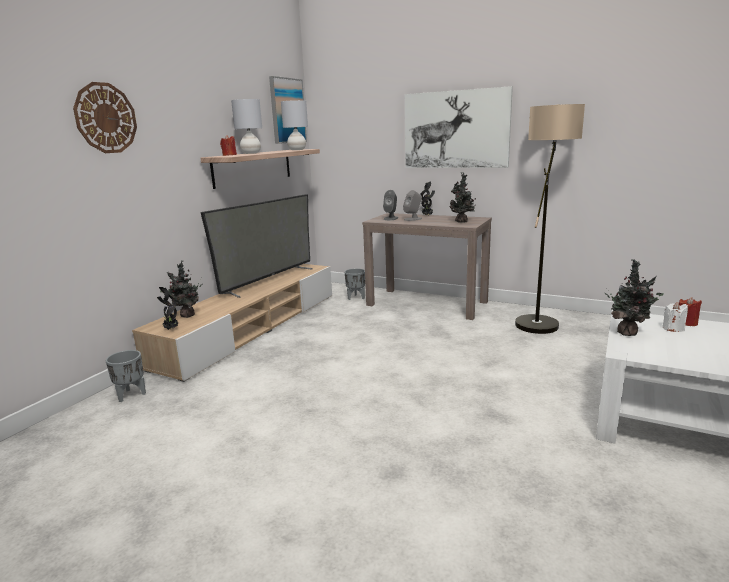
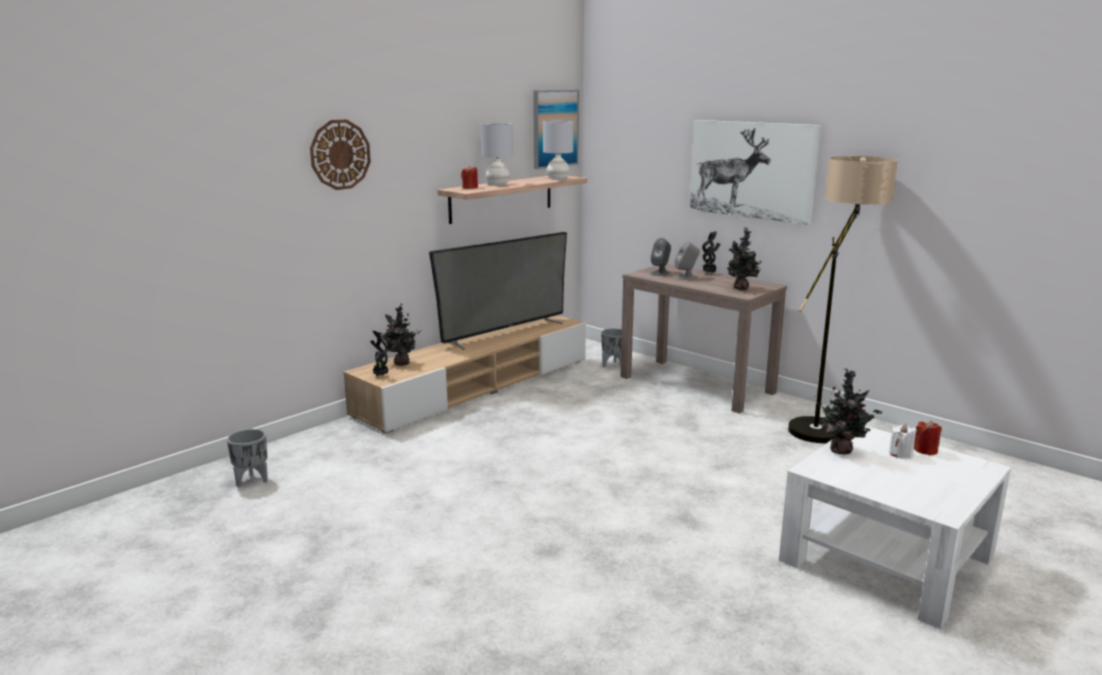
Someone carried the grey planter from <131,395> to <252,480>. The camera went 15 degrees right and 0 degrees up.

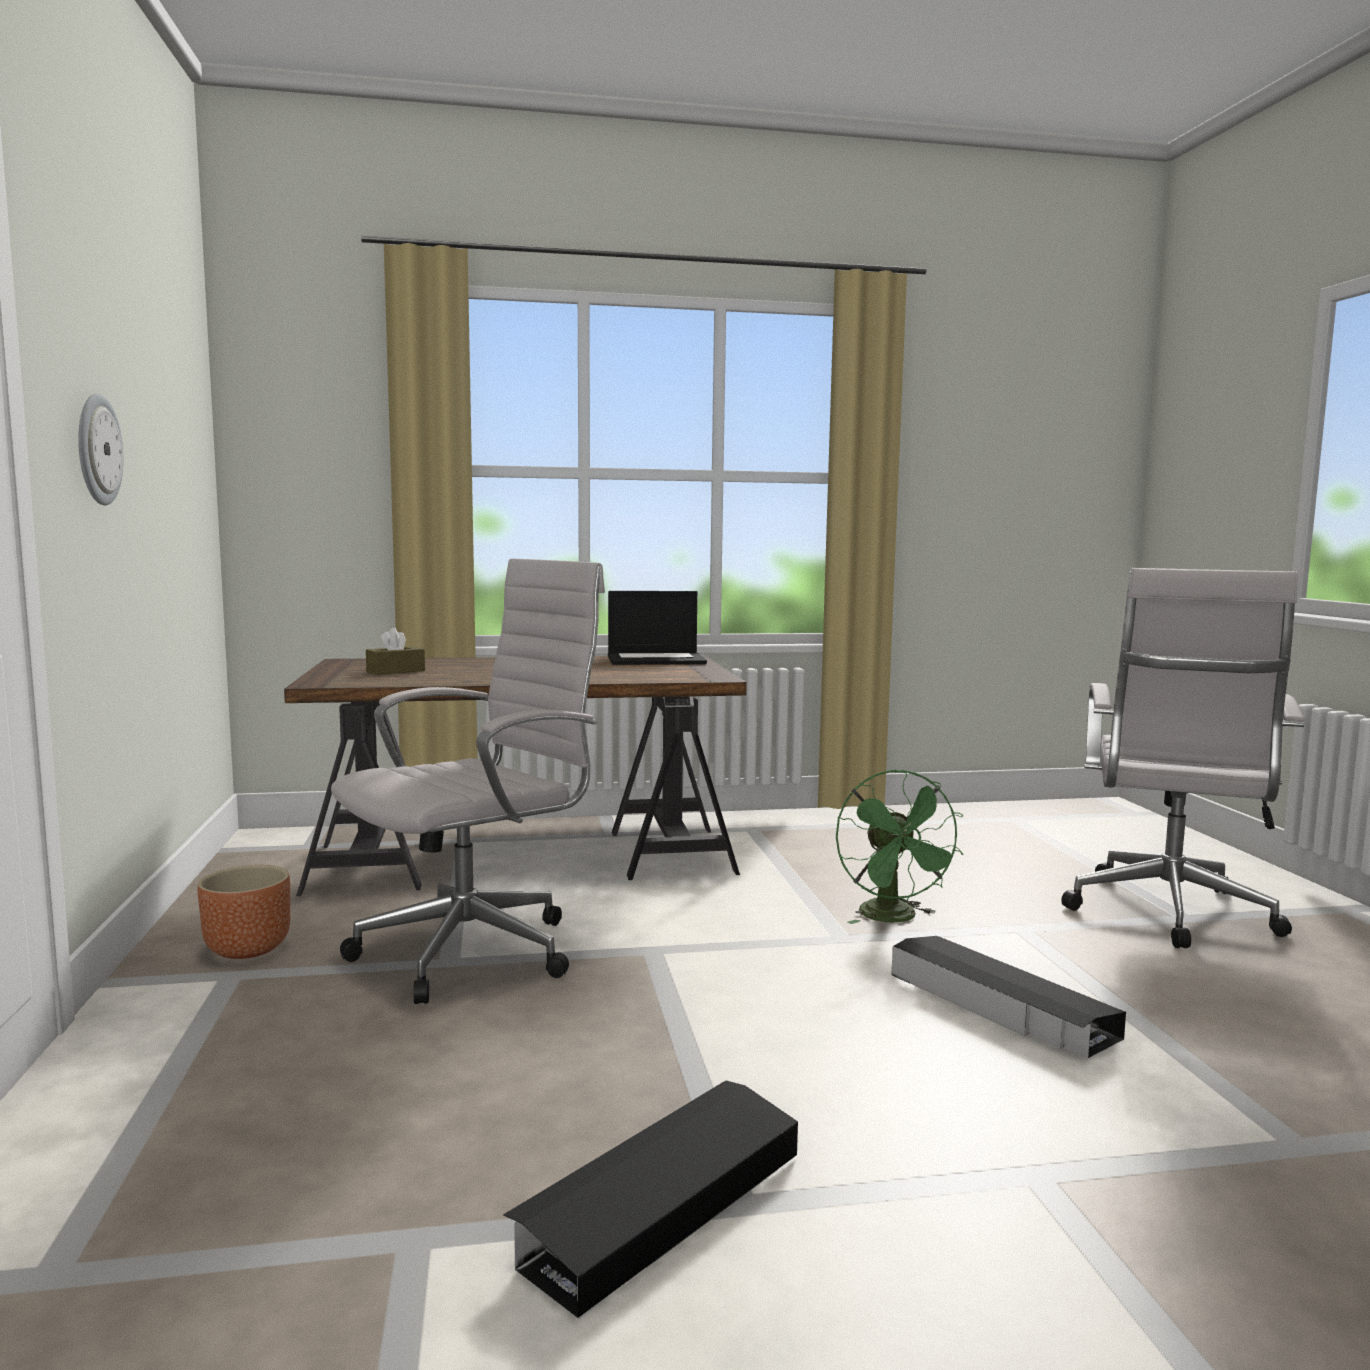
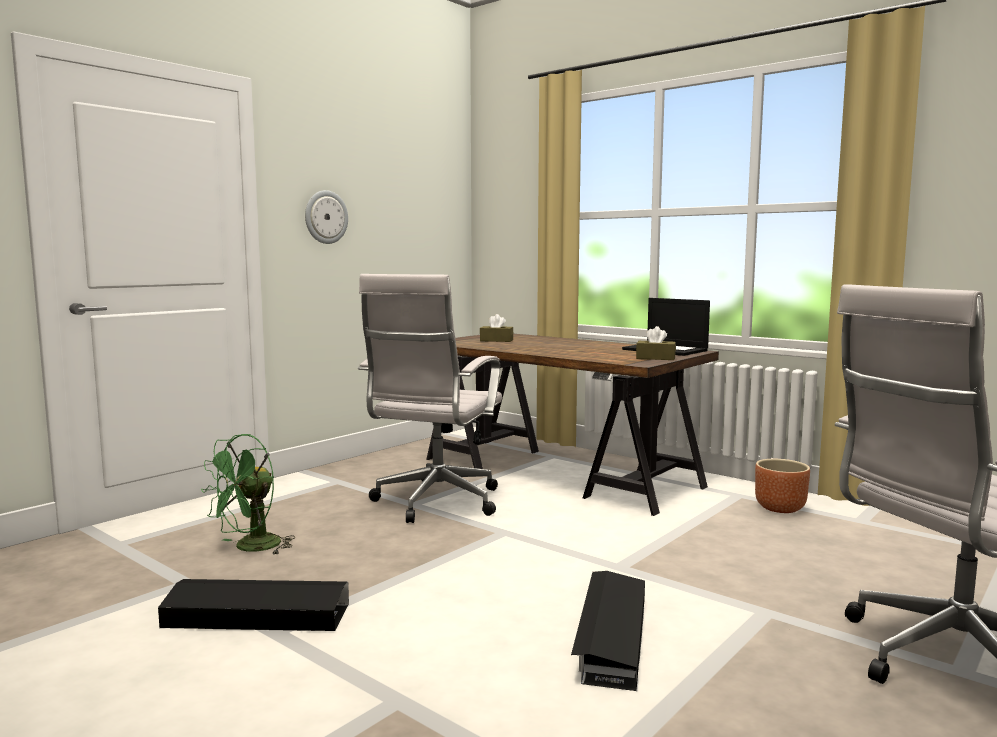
Someone put down the brown tissue box at <655,358>. Someone carried the brown planter from <247,948> to <780,508>. Someone carried the green fan from <895,918> to <250,548>. Someone rotated the white office chair at <477,949> by 105 degrees clockwise. The camera went 50 degrees right and 0 degrees up.

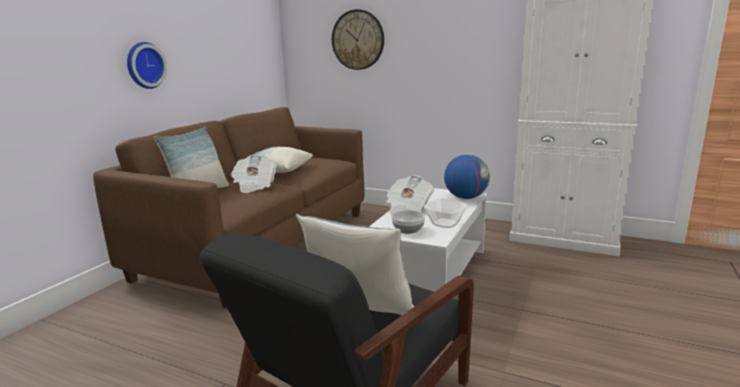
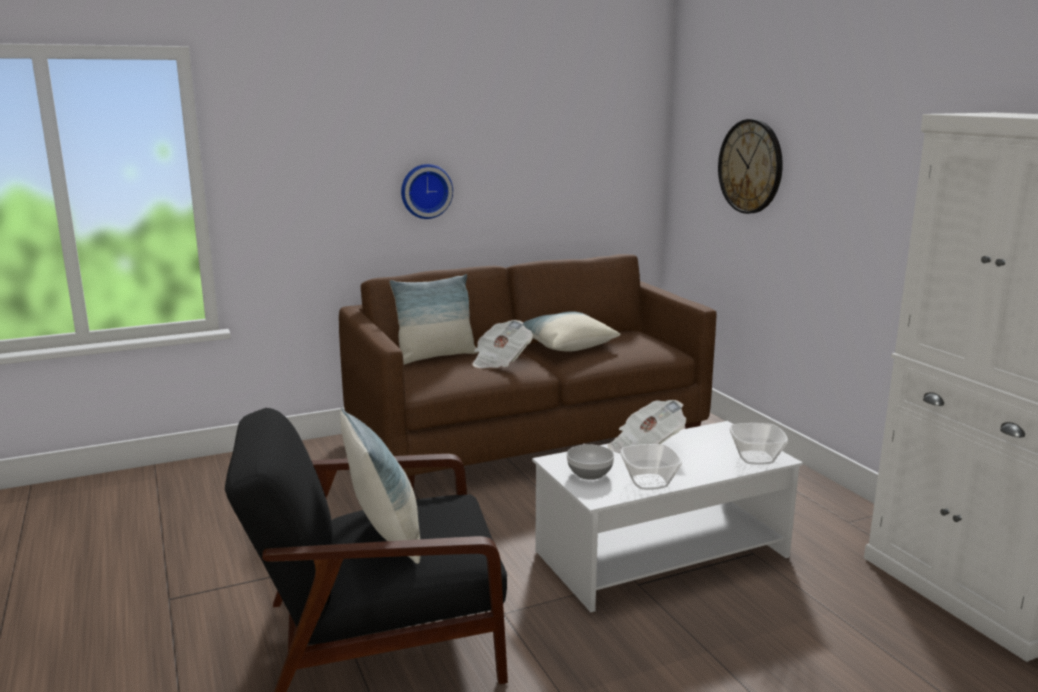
Someone swapped the globe at <465,197> for the bowl at <755,458>. The camera went 40 degrees right and 0 degrees up.

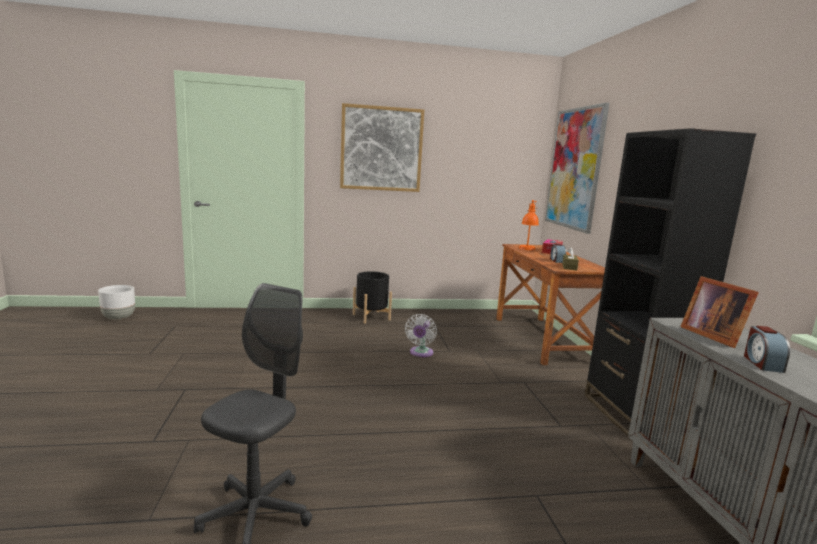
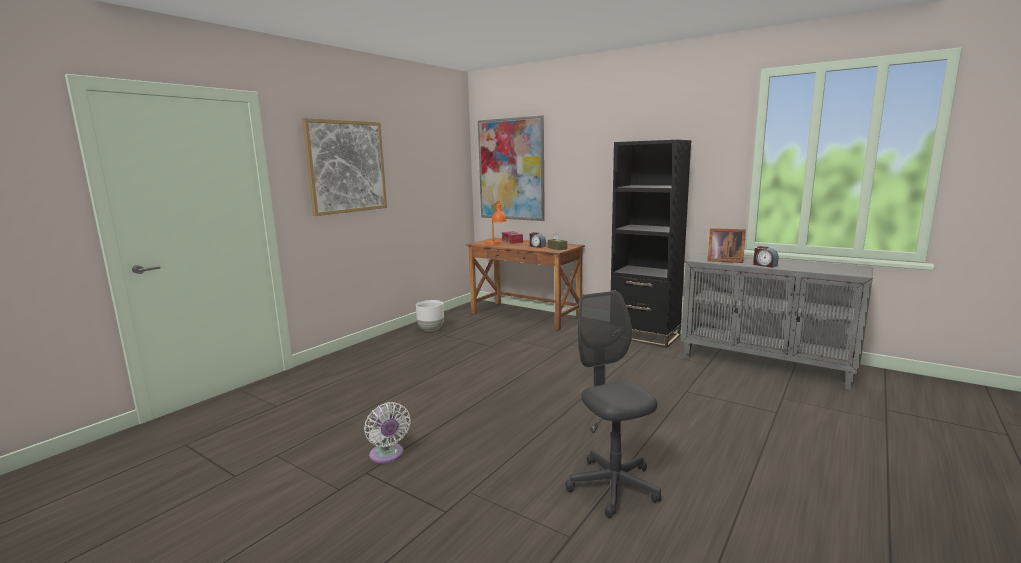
Someone took away the black planter at <371,317>. Someone carried the white planter from <119,318> to <431,330>. Someone carried the white fan from <420,353> to <387,456>. The camera went 45 degrees left and 0 degrees up.

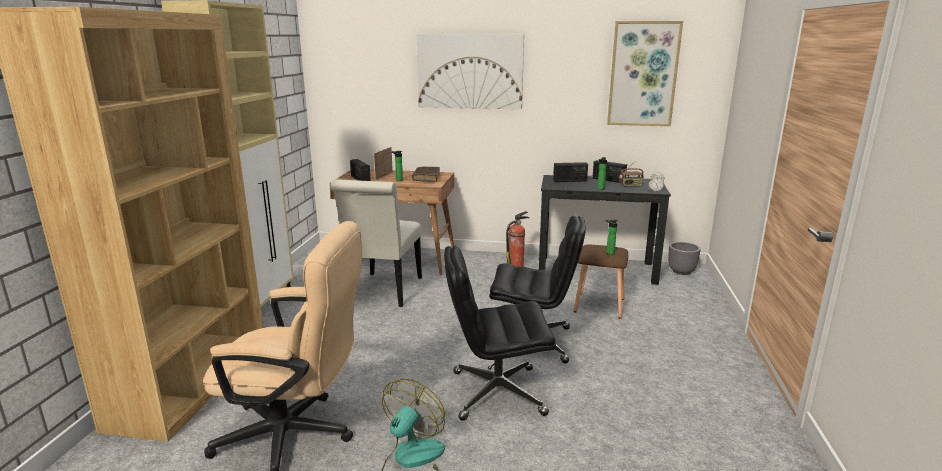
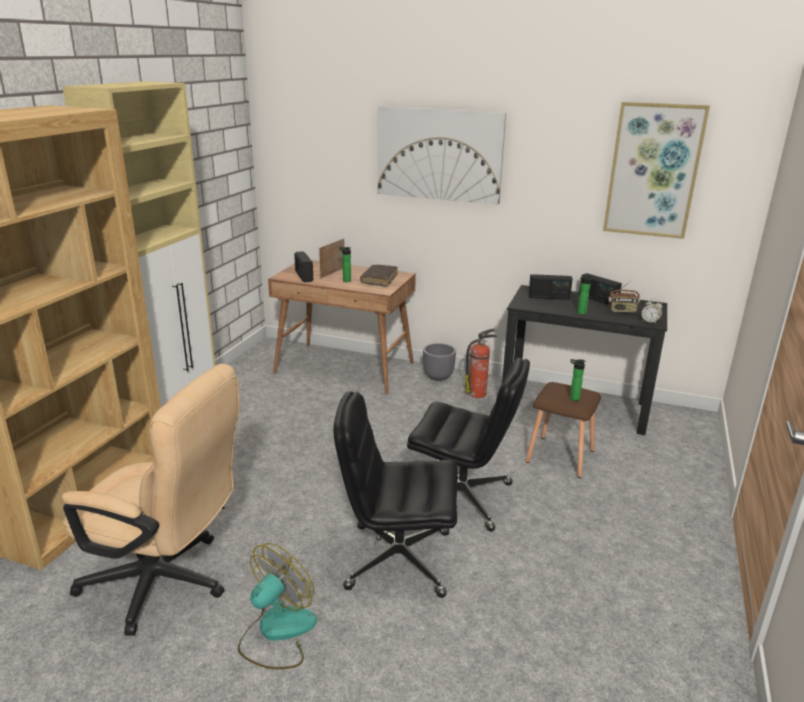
Someone took away the white chair at <383,292>. Someone carried the grey planter from <681,271> to <438,377>. The camera went 10 degrees right and 5 degrees up.

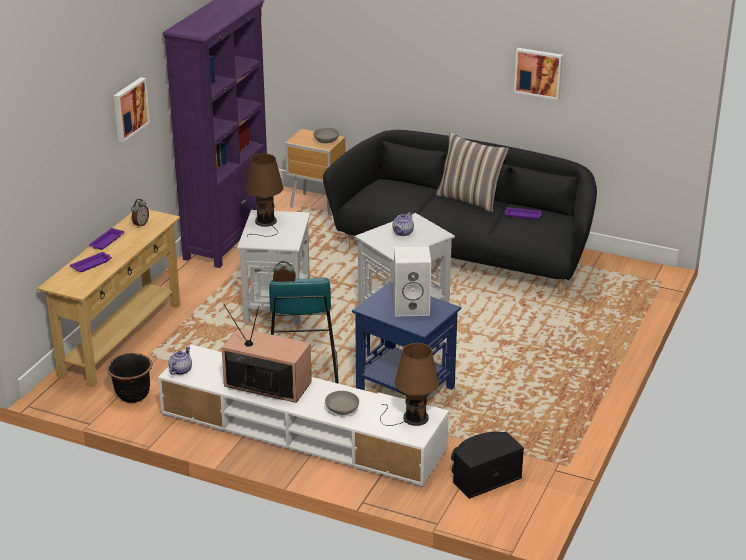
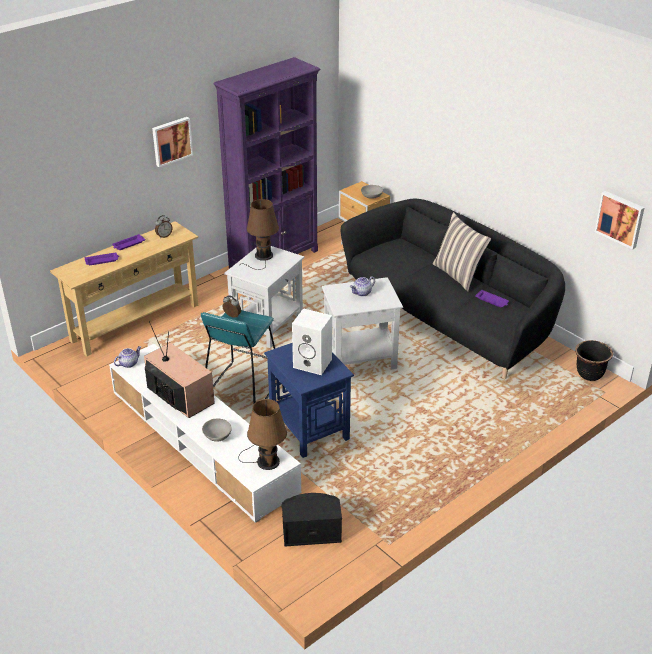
Someone carried the black planter from <133,396> to <589,375>. Someone carried the picture from <539,72> to <620,219>. The camera went 25 degrees right and 5 degrees up.

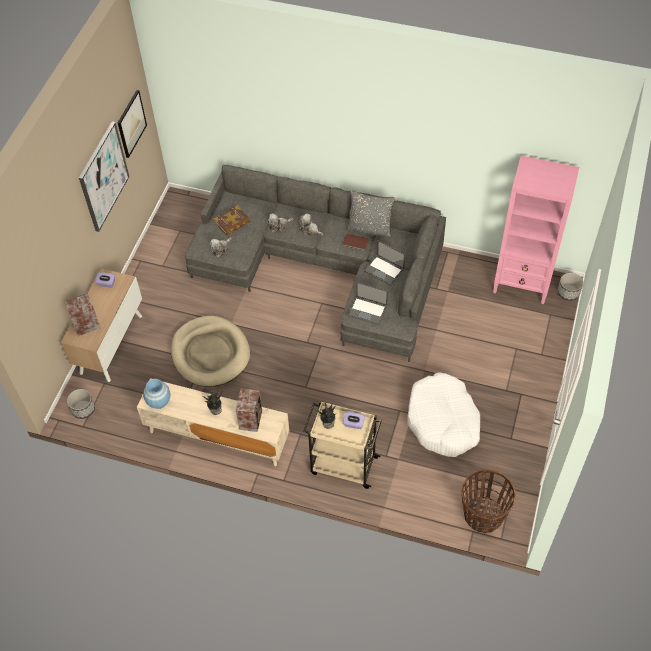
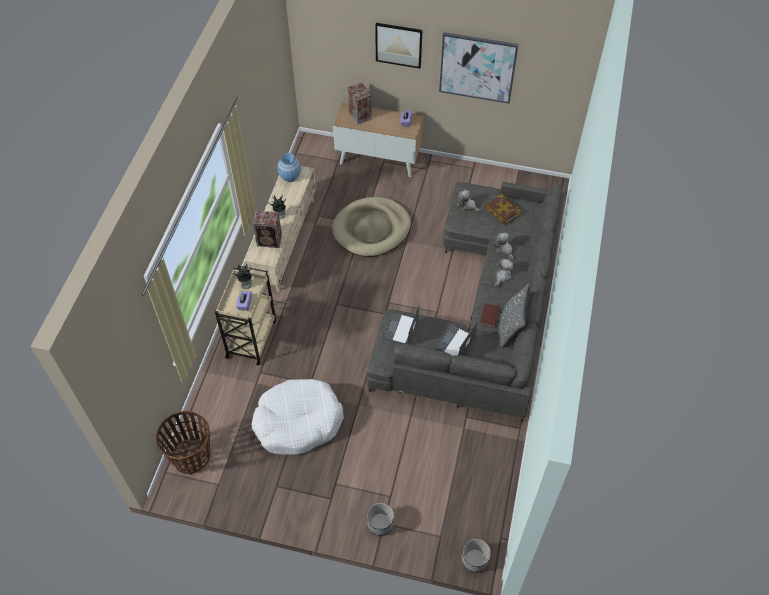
Someone took away the pink bookcase at <522,283>. Someone carried the planter from <83,409> to <380,523>. Someone carried the picture from <131,123> to <398,45>. The camera went 85 degrees right and 0 degrees up.

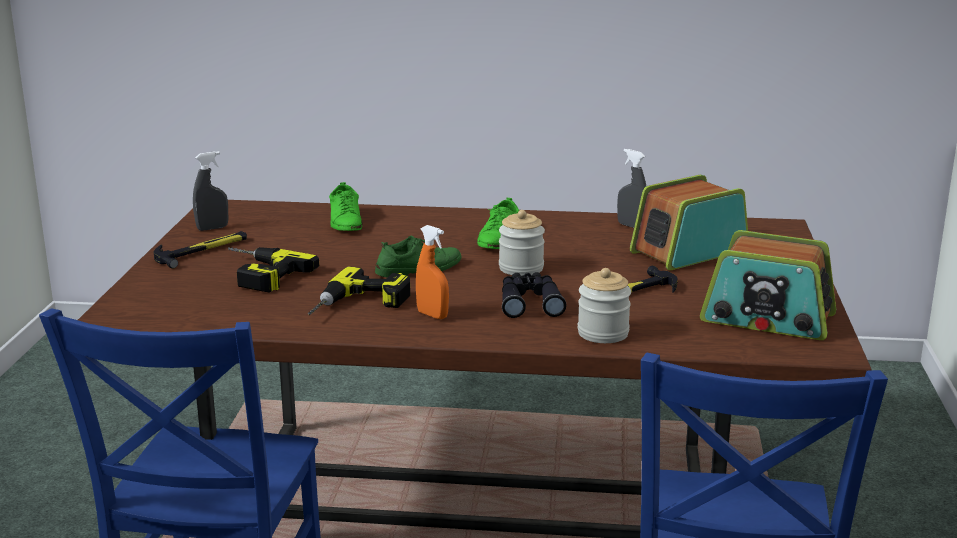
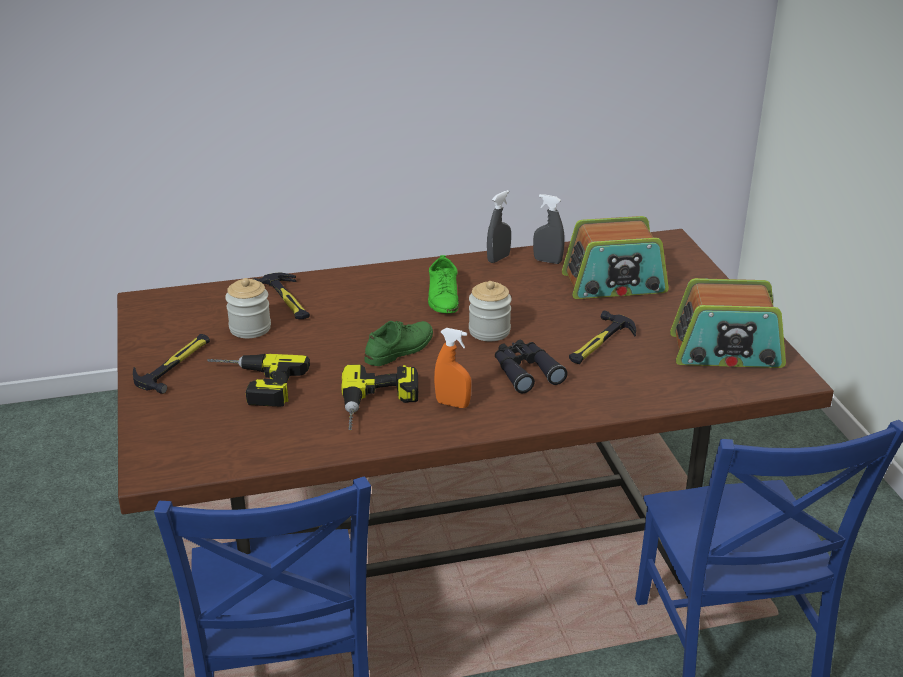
Someone carried the grey spray bottle from <212,228> to <498,258>. Someone carried the jar from <603,333> to <250,328>. Someone swapped the green shoe at <346,221> for the hammer at <287,300>. Someone rotated the radio at <688,251> by 135 degrees counterclockwise. The camera went 20 degrees left and 10 degrees up.

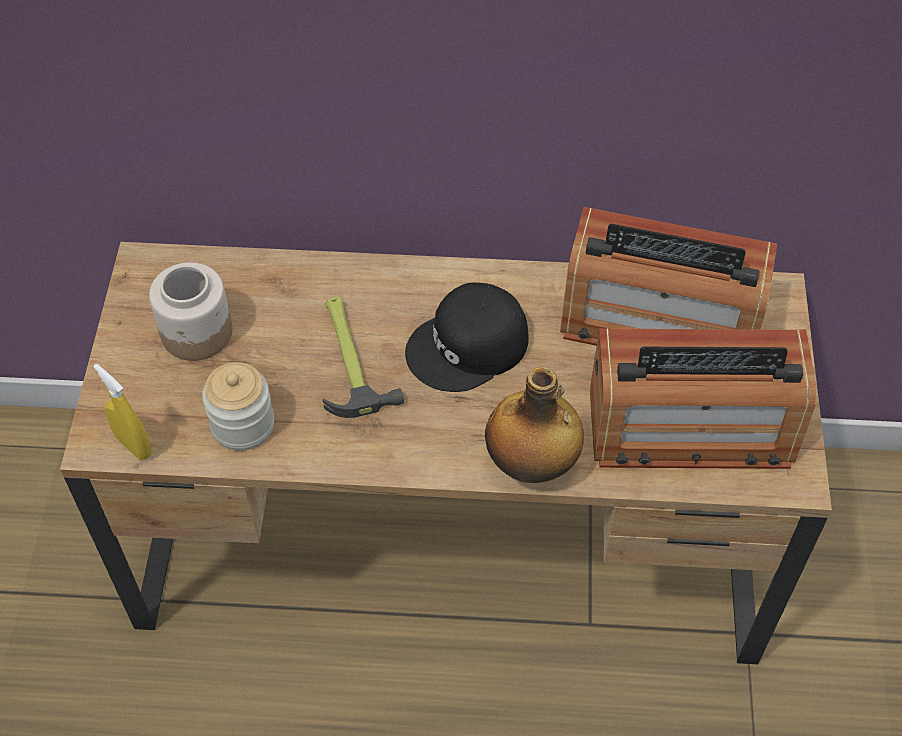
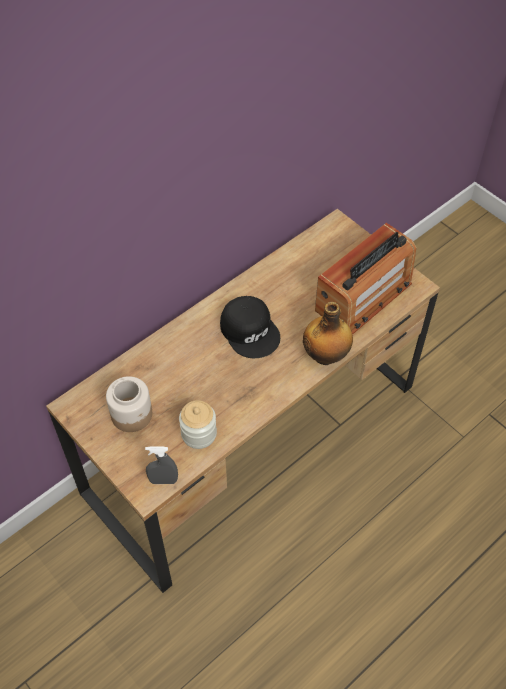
Someone took away the hammer at <349,358>. Someone took away the radio at <658,322>. Someone repainted the yellow spray bottle at <133,445>, which became the grey spray bottle at <163,480>. Someone rotated the black cap at <469,347> by 45 degrees counterclockwise. The camera went 45 degrees left and 0 degrees up.

